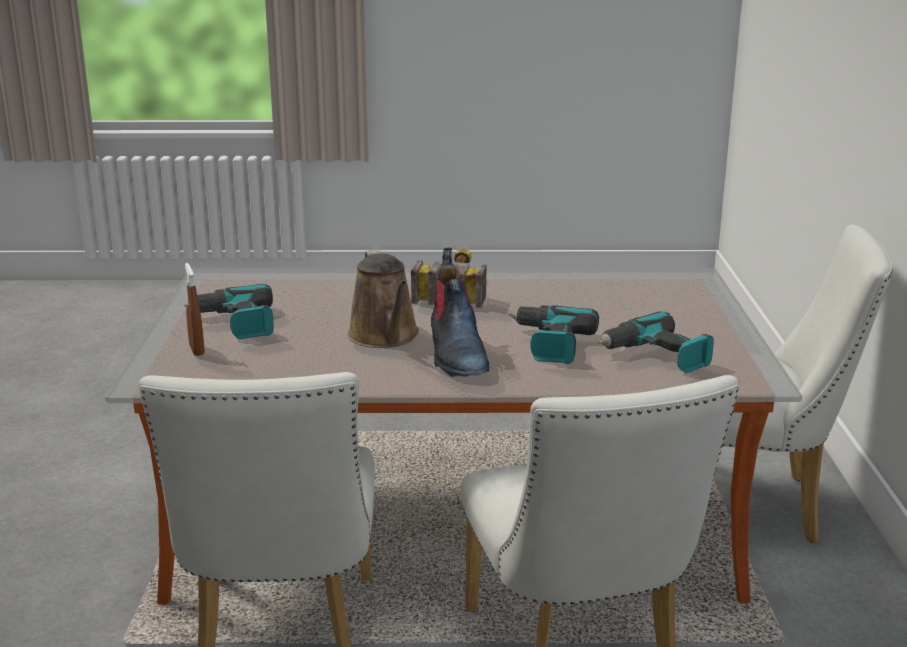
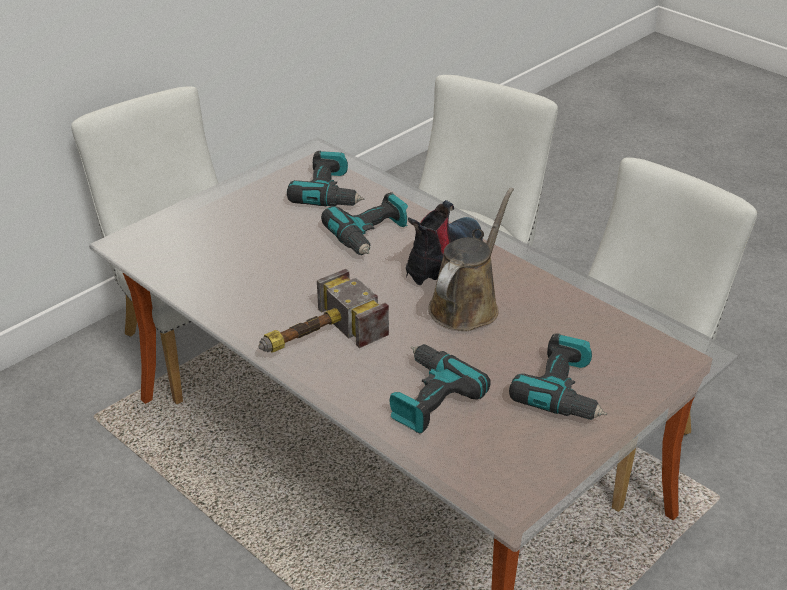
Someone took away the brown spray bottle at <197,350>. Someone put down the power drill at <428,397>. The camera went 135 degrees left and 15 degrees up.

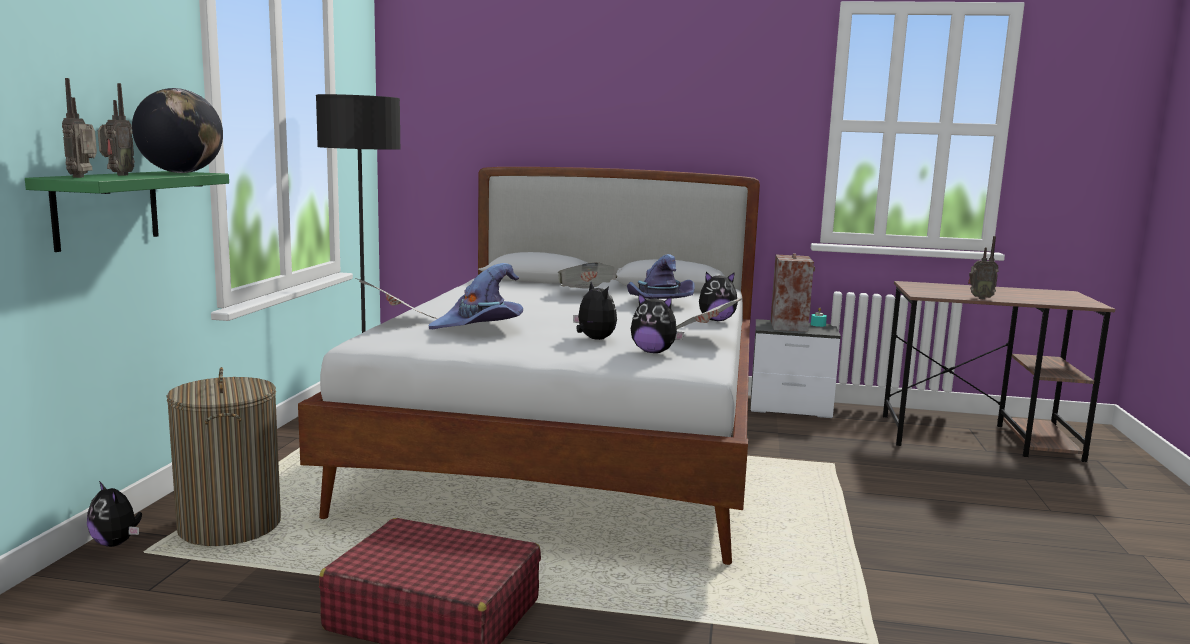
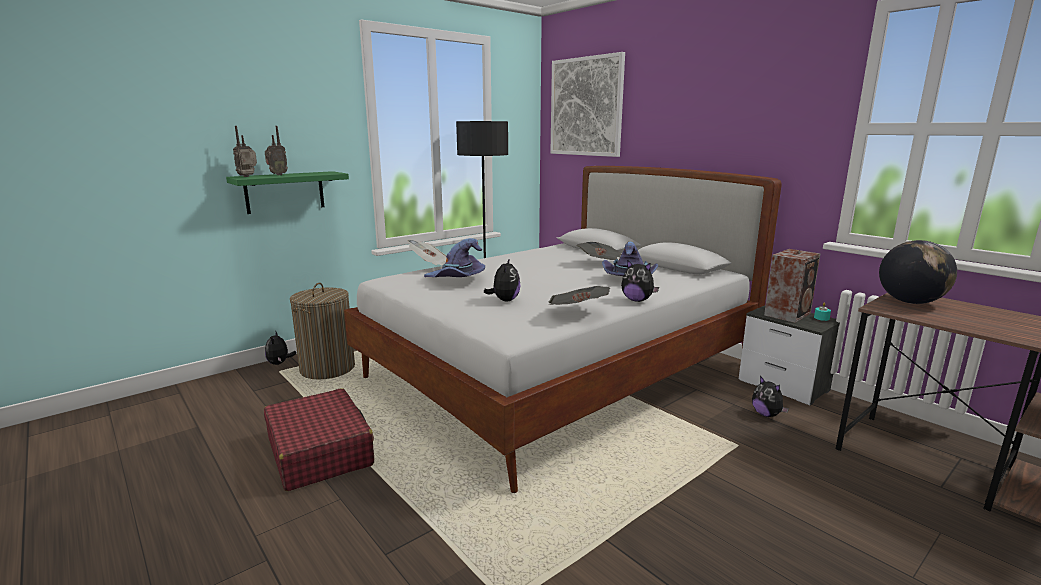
Someone took away the radio at <979,298>. Someone put up the picture at <586,107>. Someone carried the globe from <181,173> to <910,302>. Someone carried the plush toy from <653,352> to <766,414>. The camera went 40 degrees right and 5 degrees up.

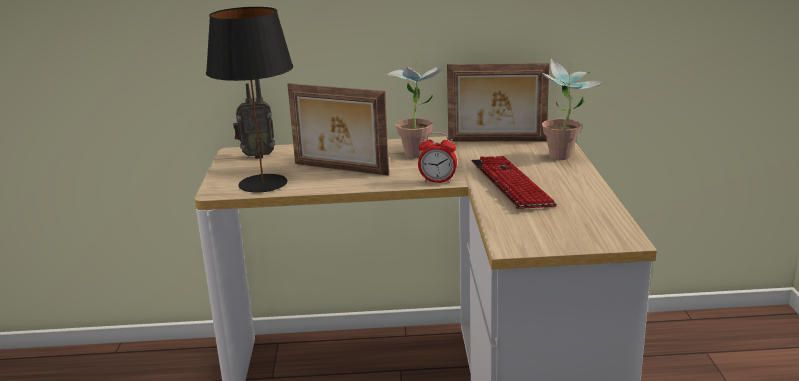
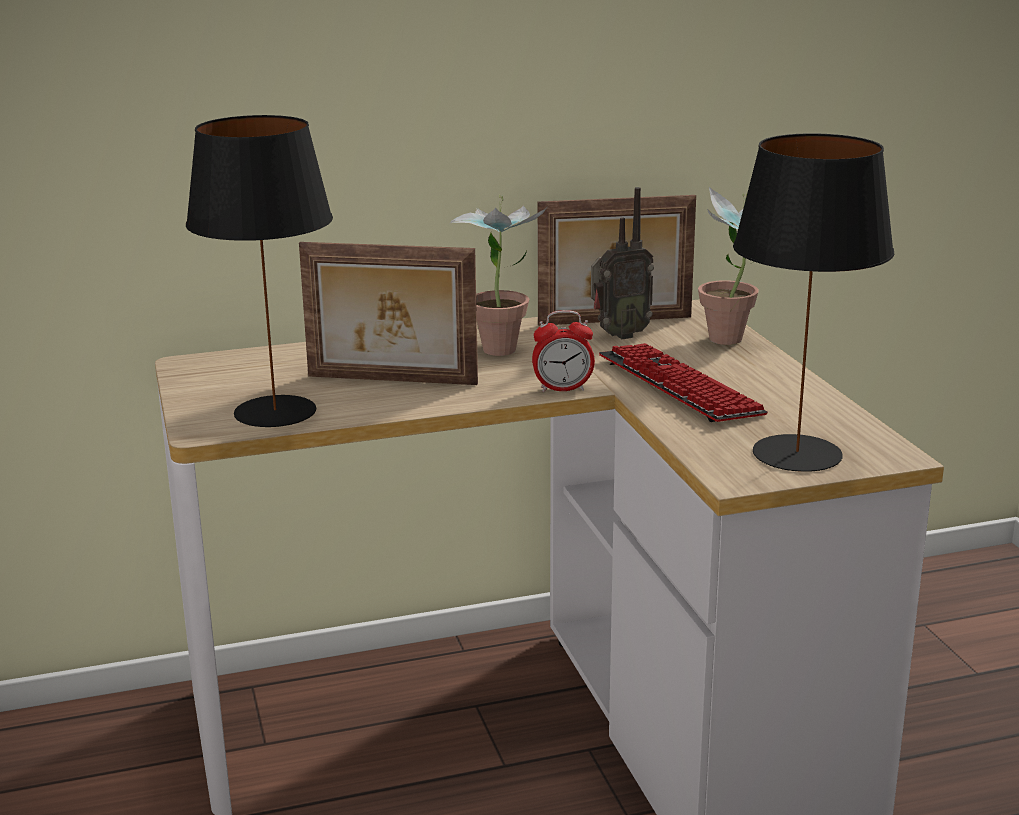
Someone put down the black table lamp at <798,453>. Someone carried the radio from <257,156> to <618,335>. The camera went 15 degrees left and 0 degrees up.

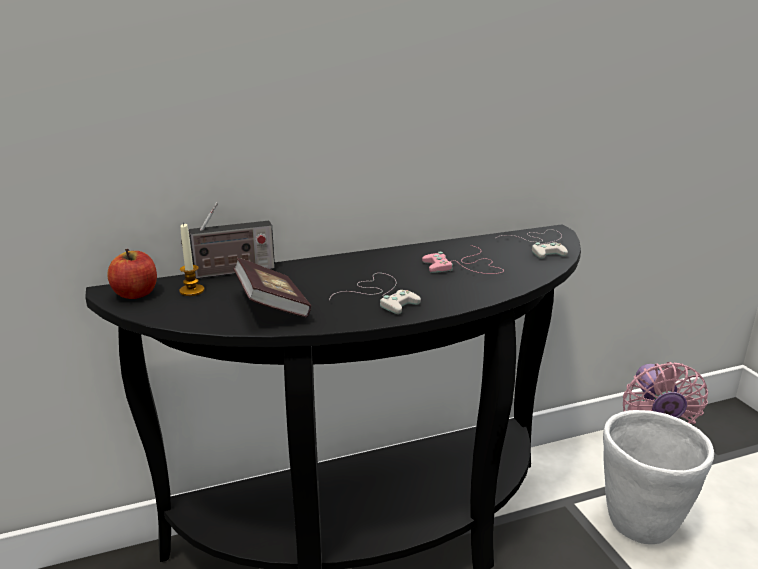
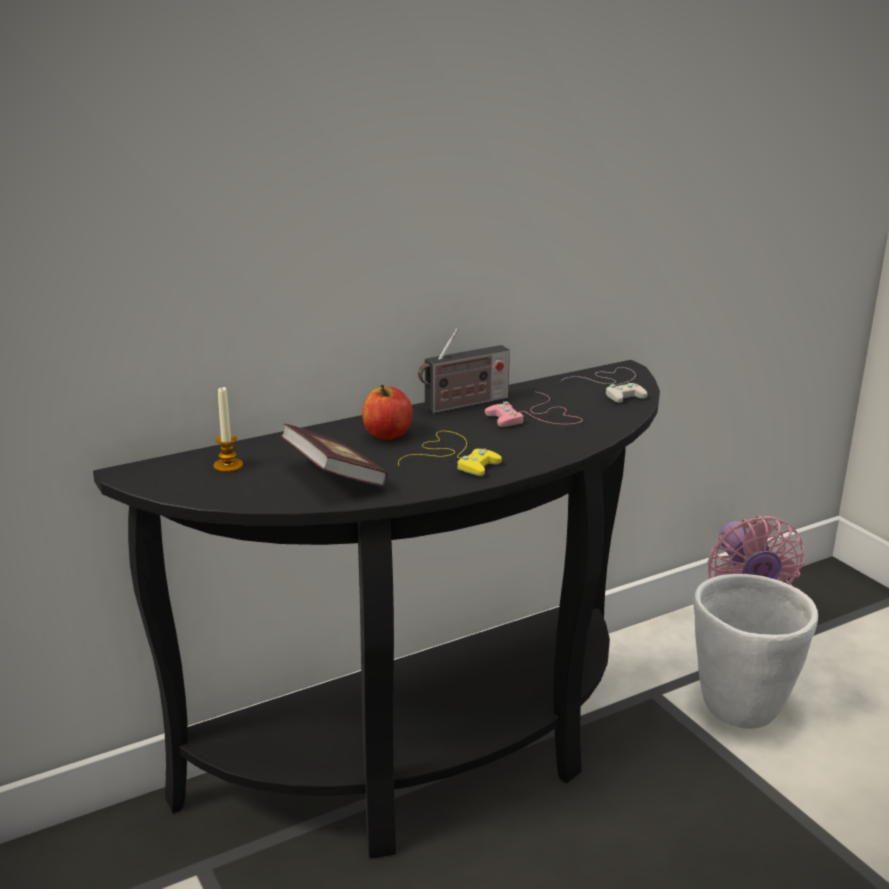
Someone carried the apple from <136,294> to <387,434>. Someone carried the radio from <230,272> to <463,404>. Someone repainted the white game controller at <380,295>, which became the yellow game controller at <452,456>. The camera went 10 degrees left and 0 degrees up.

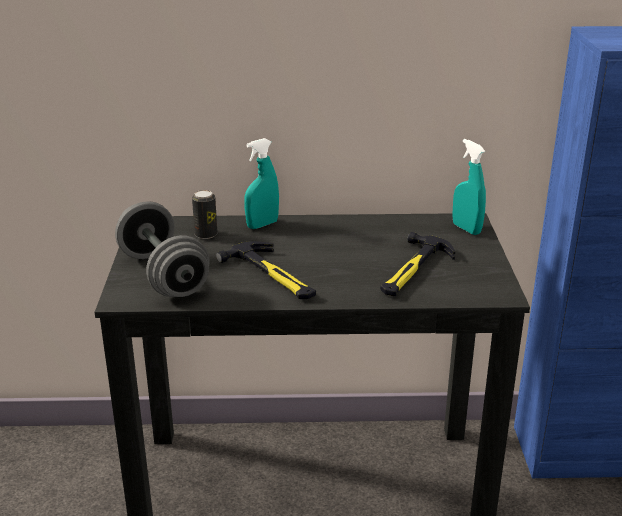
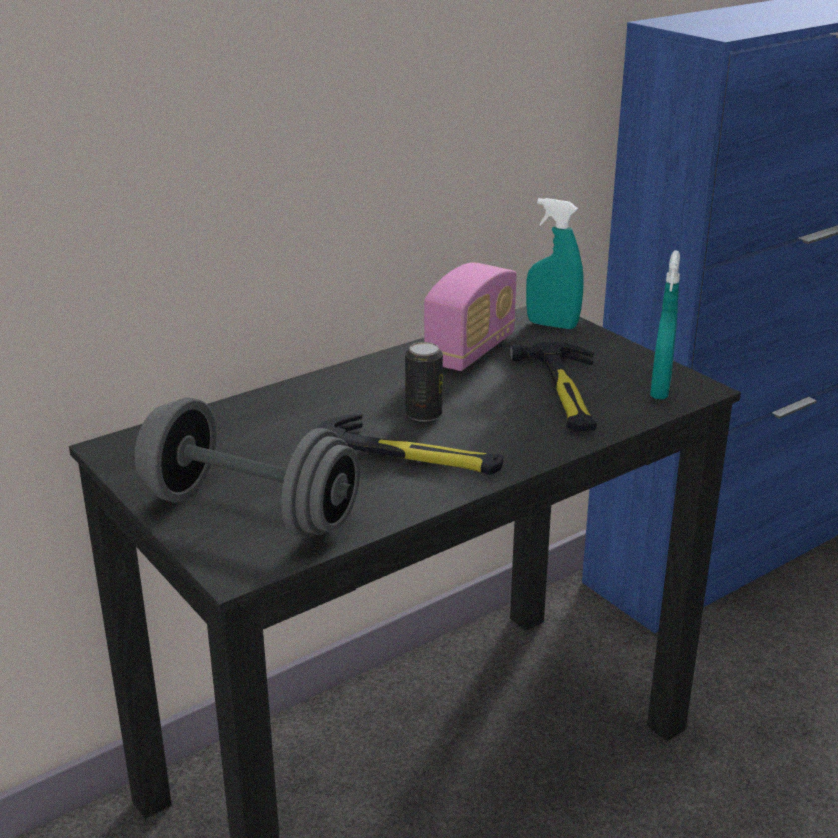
Someone put down the radio at <470,351>. Someone carried the can from <206,234> to <423,414>. Someone carried the turquoise spray bottle from <262,225> to <660,390>. The camera went 35 degrees left and 0 degrees up.

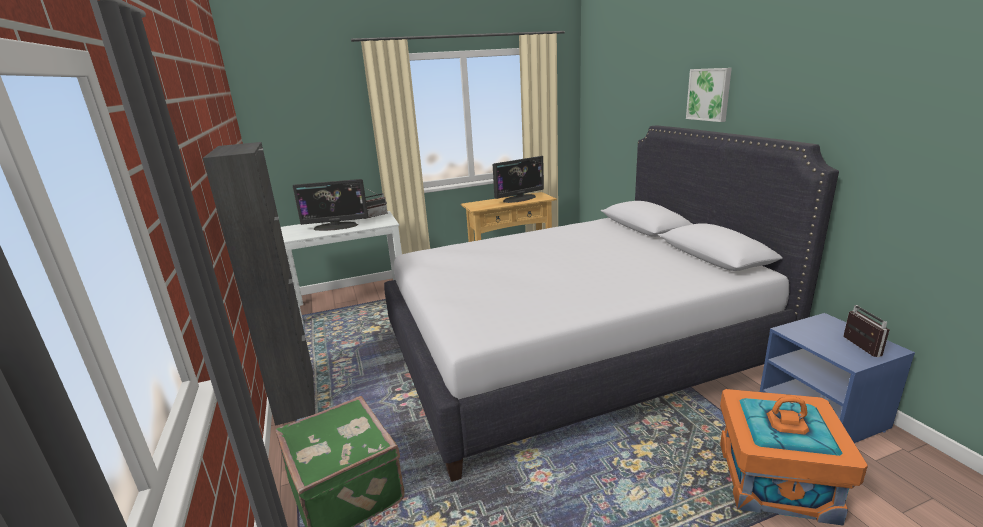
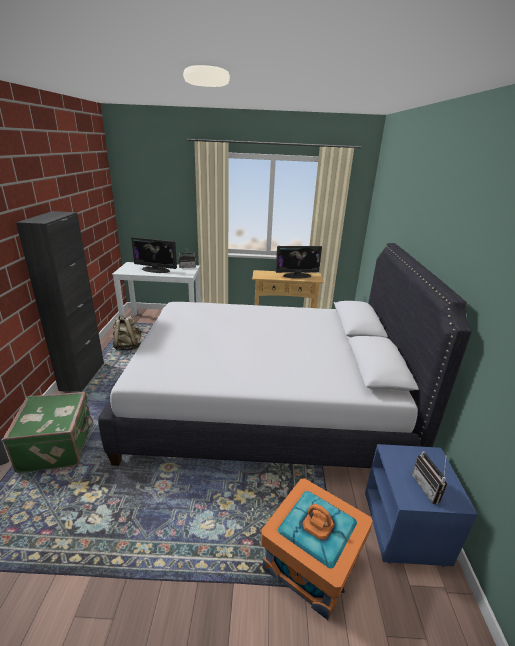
Someone took away the picture at <709,94>. Someone put down the beige backpack at <128,347>. Someone rotated the radio at <856,347> by 150 degrees clockwise. The camera went 20 degrees right and 5 degrees up.

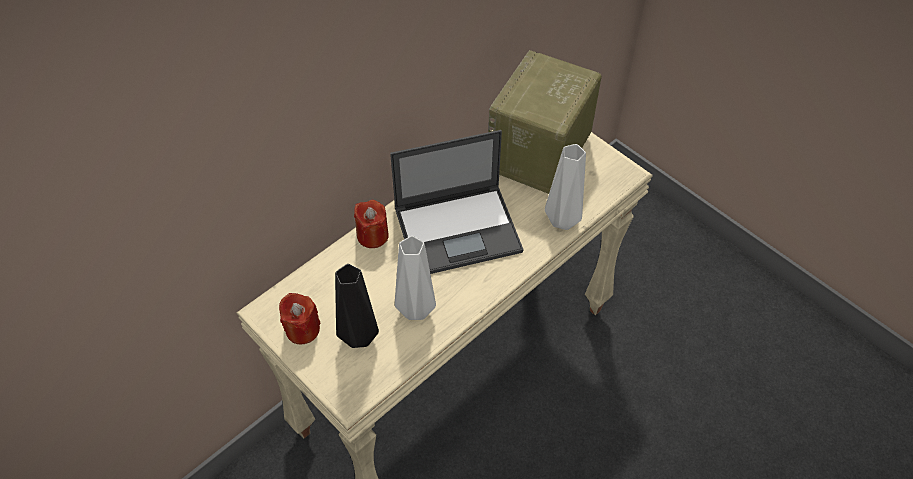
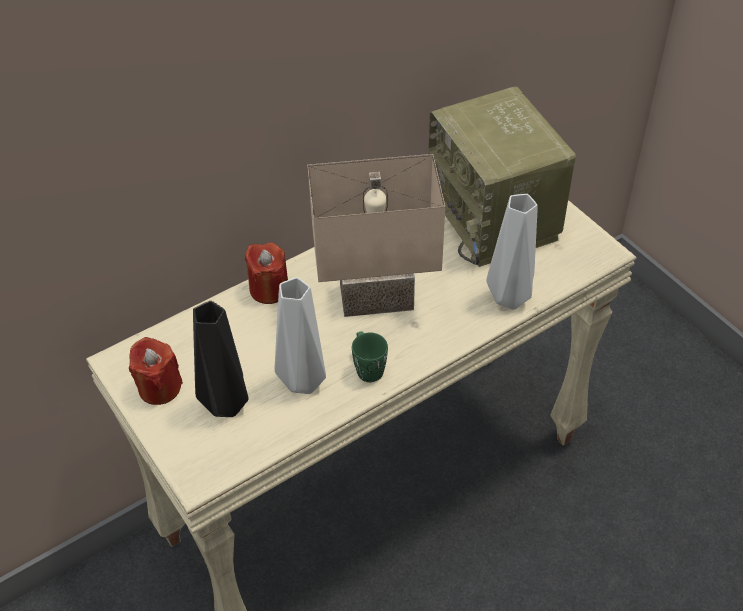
Someone put down the green mug at <368,367>. Someone swapped the laptop at <459,229> for the beige table lamp at <377,294>. Someone rotated the radio at <539,155> by 60 degrees counterclockwise. The camera went 10 degrees right and 5 degrees down.

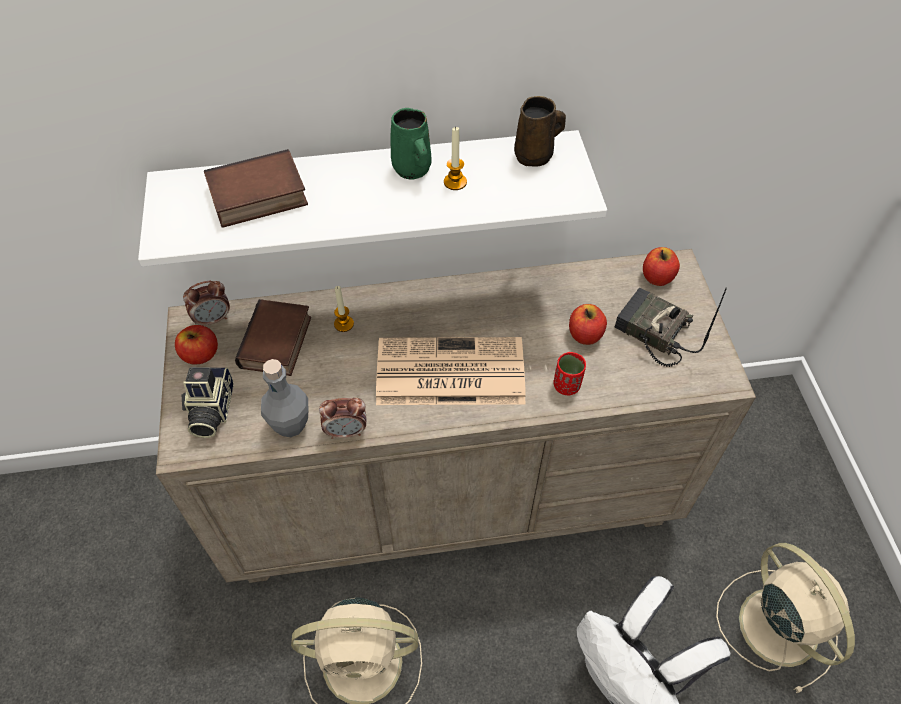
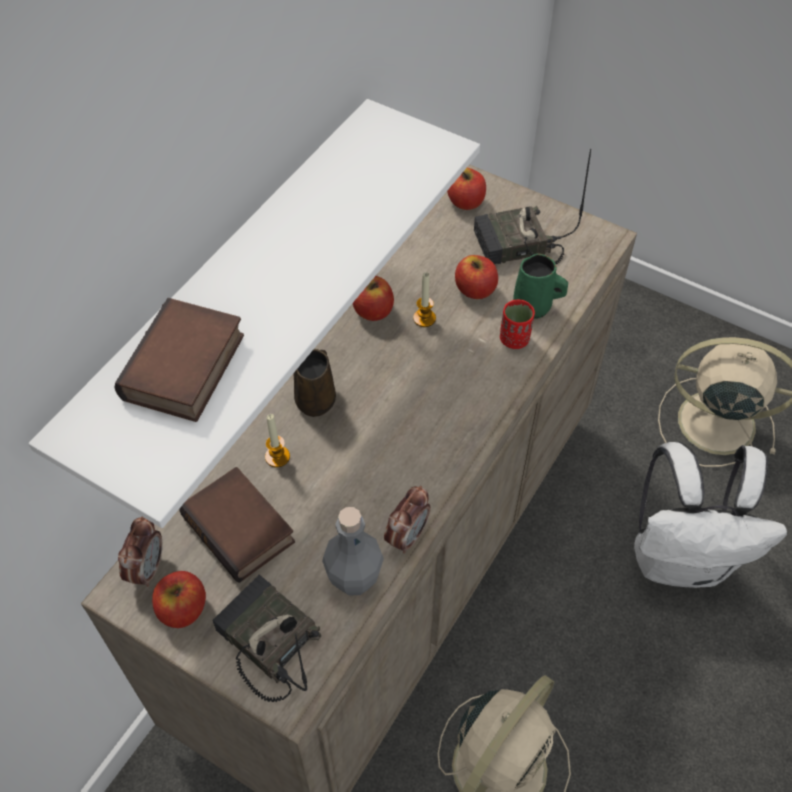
Someone took away the newspaper at <448,373>. Someone put down the apple at <372,310>. Someone carried the green mug from <412,170> to <534,307>. Someone carried the candle from <455,182> to <424,318>. Someone carried the brown mug from <535,156> to <316,400>. Someone swapped the photo camera at <210,410> for the radio at <266,643>. The camera went 50 degrees left and 0 degrees up.

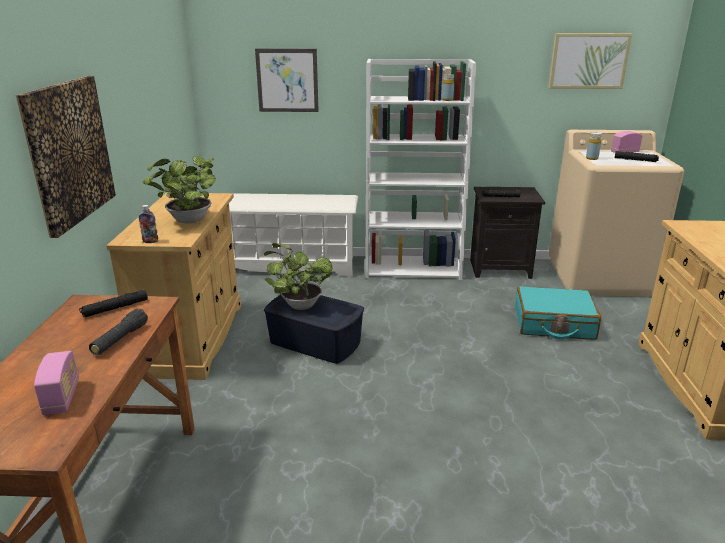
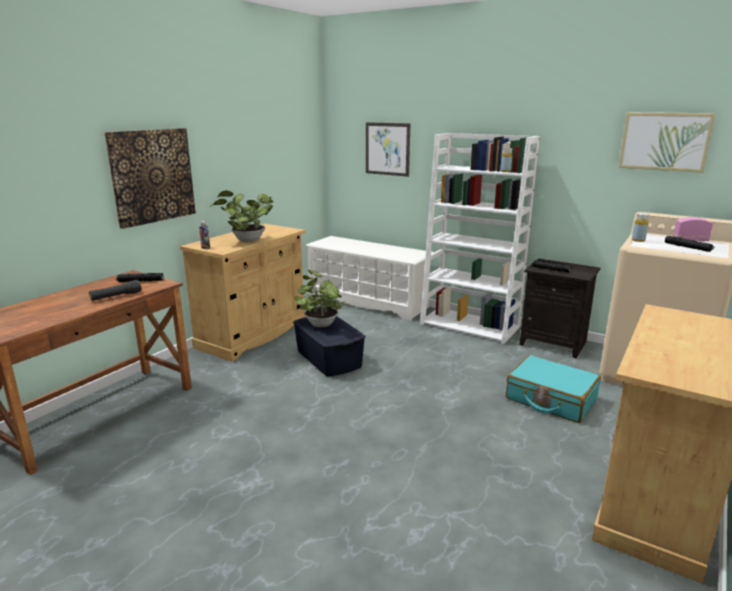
Someone took away the radio at <62,398>. The camera went 30 degrees right and 5 degrees down.

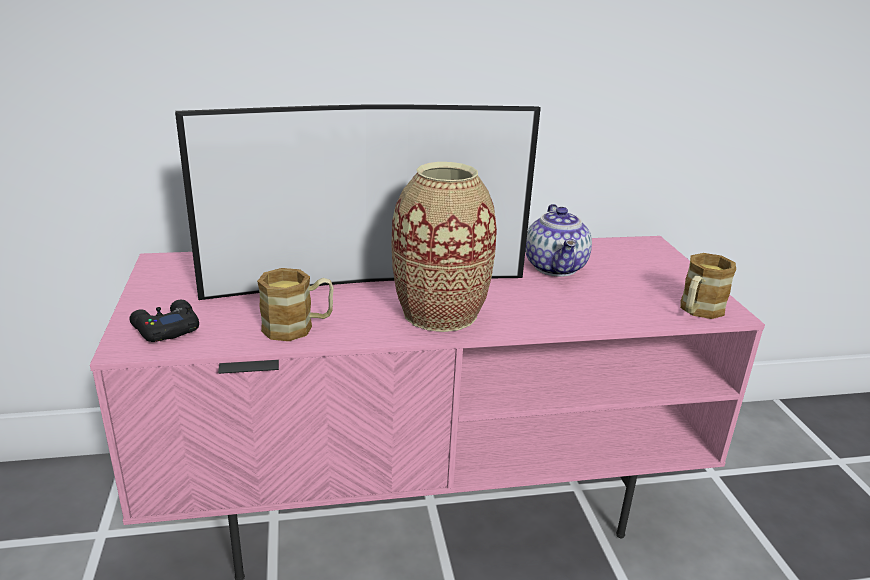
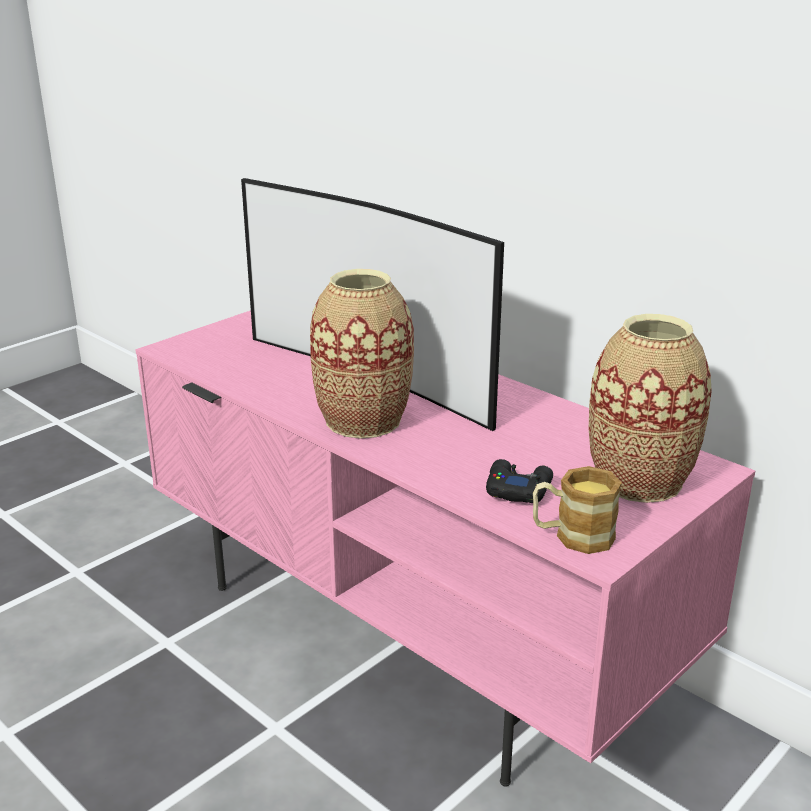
Someone took away the mug at <298,327>. Someone took away the teapot at <557,268>. Someone put down the vase at <639,480>. Someone carried the black game controller from <165,329> to <518,489>. The camera went 55 degrees right and 0 degrees up.

